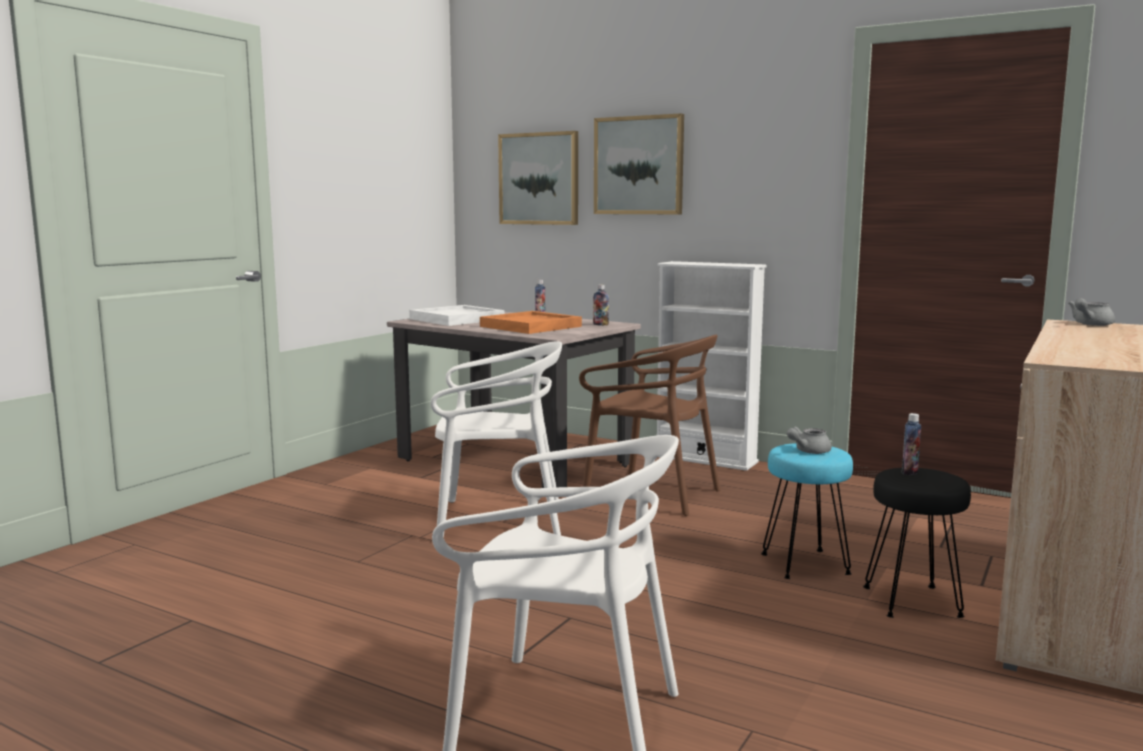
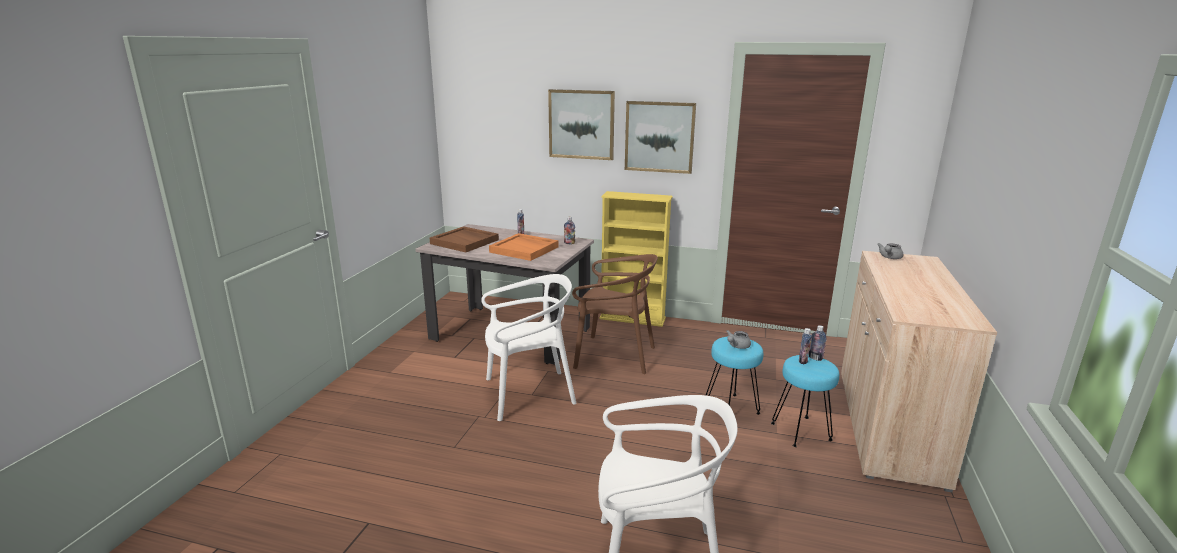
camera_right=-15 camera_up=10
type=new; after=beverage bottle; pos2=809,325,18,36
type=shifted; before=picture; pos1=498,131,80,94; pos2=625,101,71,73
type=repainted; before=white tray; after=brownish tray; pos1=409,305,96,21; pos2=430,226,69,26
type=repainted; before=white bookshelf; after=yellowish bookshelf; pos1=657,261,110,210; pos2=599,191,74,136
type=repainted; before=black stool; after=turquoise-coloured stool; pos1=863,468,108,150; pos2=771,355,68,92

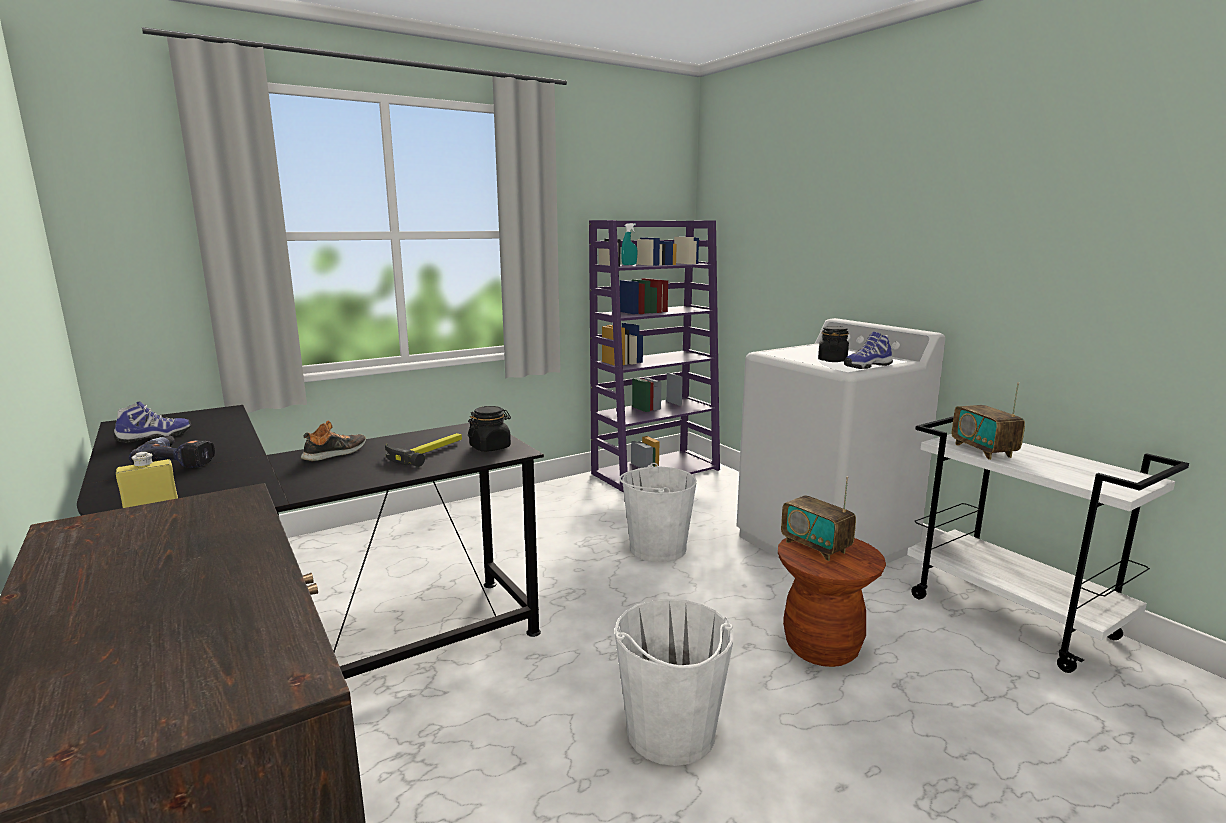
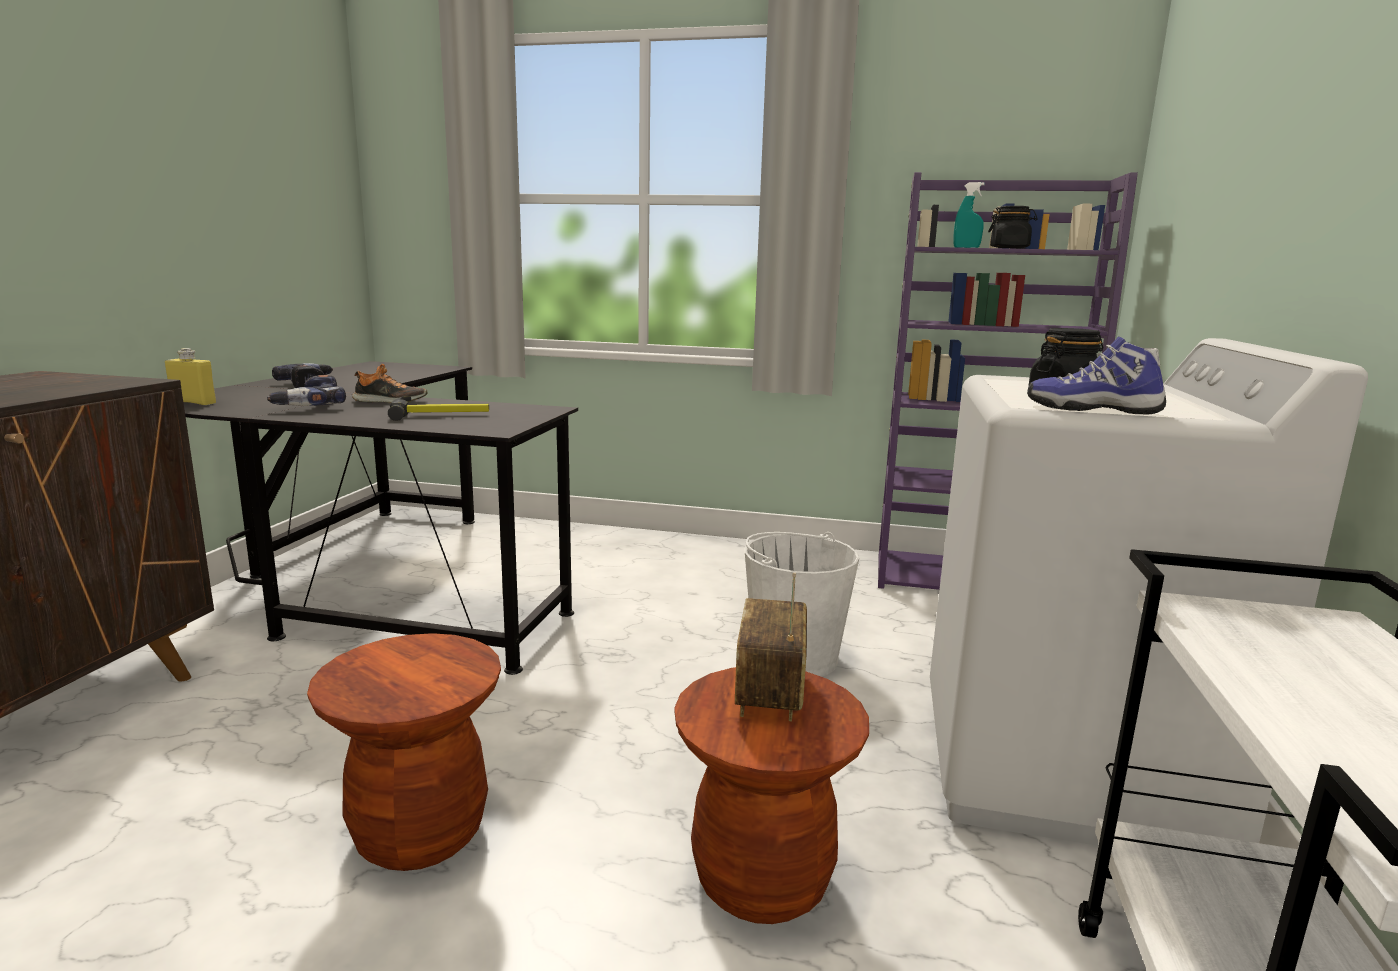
camera_right=45 camera_up=0
type=gone; before=low shoe; pos1=114,401,77,42
type=gone; before=radio receiver; pos1=952,382,73,78
type=new; after=power drill; pos2=267,375,79,31
type=shifted; before=black jar; pos1=468,406,43,46; pos2=988,206,50,43
type=swapped; before=white bucket; after=brownish stool; pos1=614,599,119,167; pos2=307,633,194,238

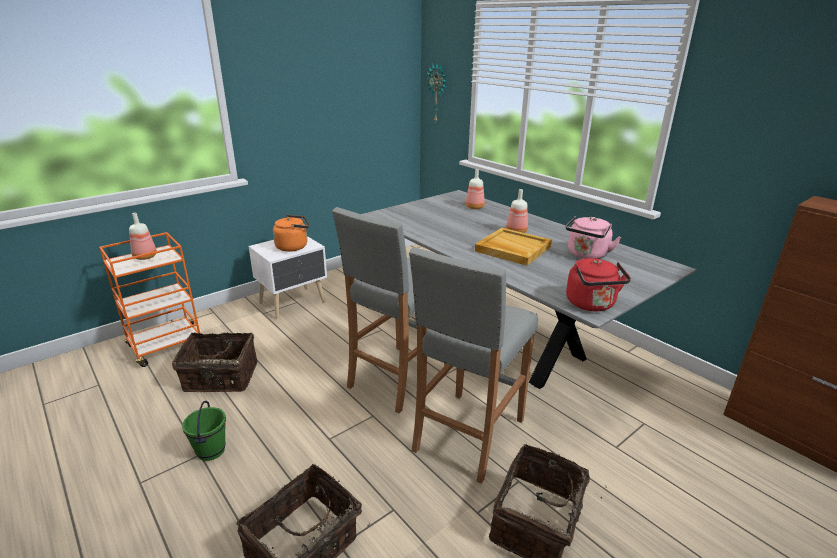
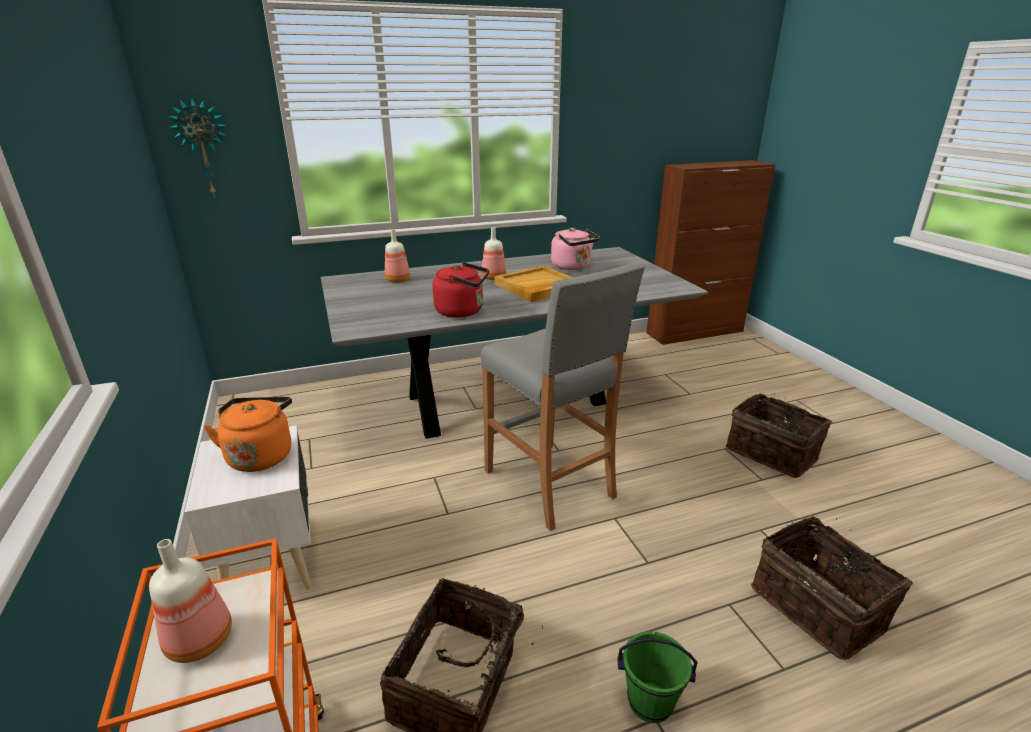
camera_right=-70 camera_up=0
type=gone; before=gray stool; pos1=409,247,129,237
type=shifted; before=red water kettle; pos1=566,258,65,53; pos2=433,262,56,56

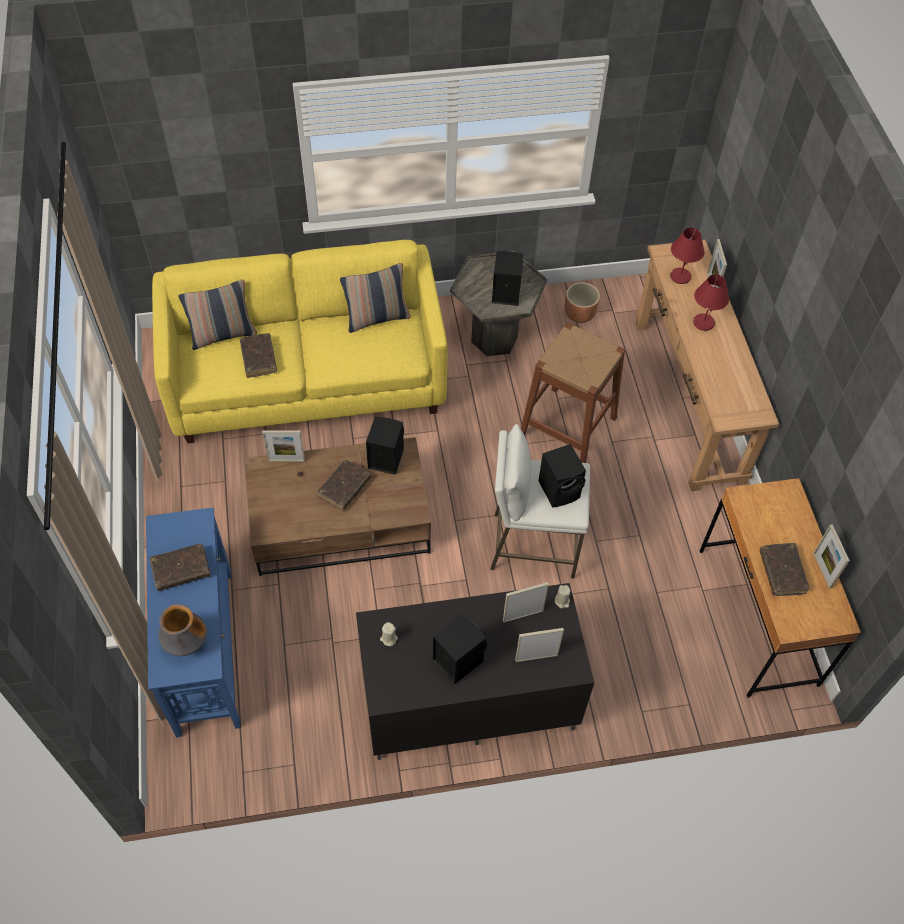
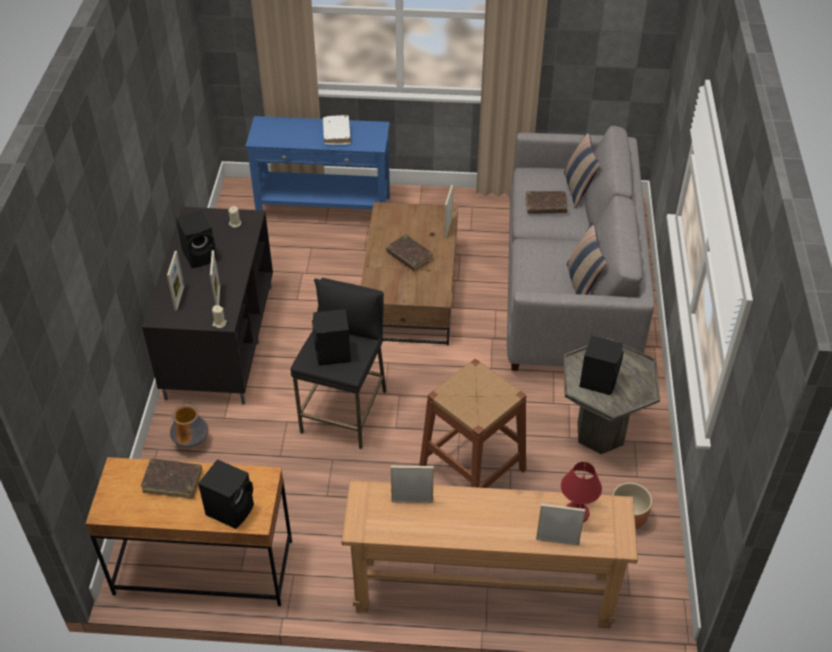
camera_right=105 camera_up=-10
type=gone; before=red lamp for a table; pos1=693,274,36,57
type=shifted; before=vase; pos1=159,604,48,52; pos2=170,404,38,43
type=shifted; before=black loudspeaker; pos1=366,416,38,59; pos2=198,459,56,70
type=shifted; before=photo frame; pos1=813,524,37,65; pos2=391,466,43,37
type=repainted; before=brownish volume; after=white volume; pos1=150,543,60,48; pos2=323,115,28,30
type=repainted; before=yellowish sofa; after=gray sofa; pos1=152,240,295,203; pos2=507,126,147,245
type=repainted; before=white stool; after=black stool; pos1=491,424,99,155; pos2=291,278,95,171

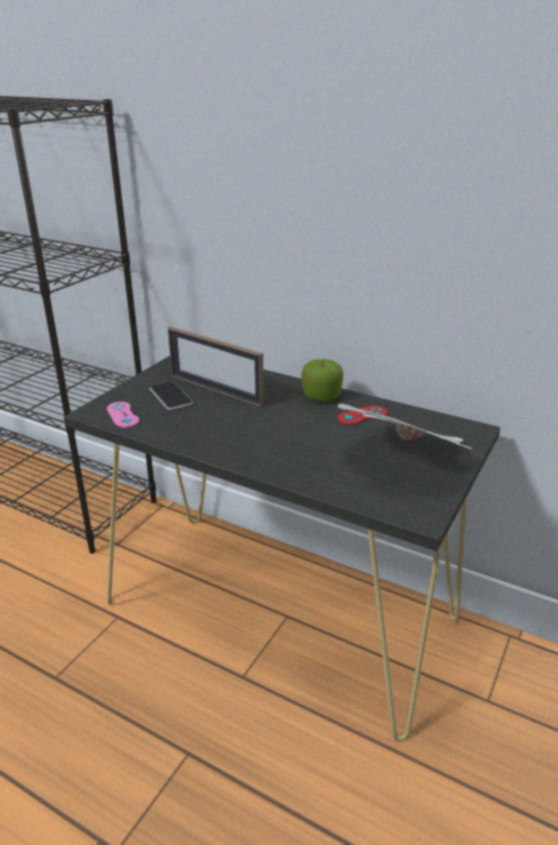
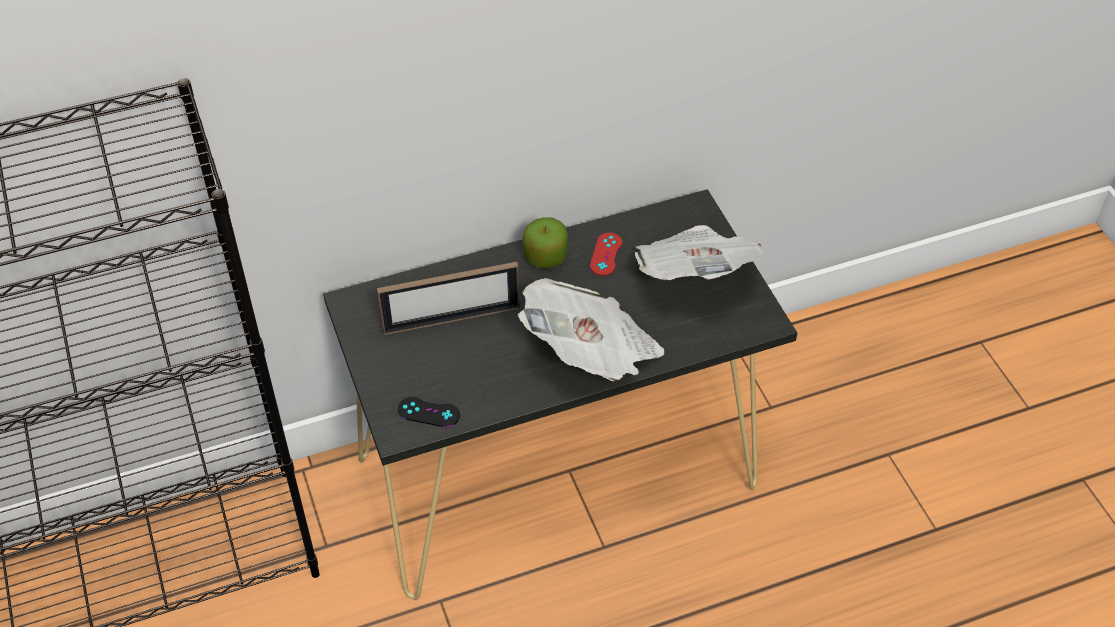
camera_right=-50 camera_up=20
type=gone; before=telephone; pos1=149,381,44,29
type=new; after=newspaper; pos2=518,278,146,103
type=repainted; before=pink game controller; after=black game controller; pos1=107,402,32,26; pos2=398,397,62,30

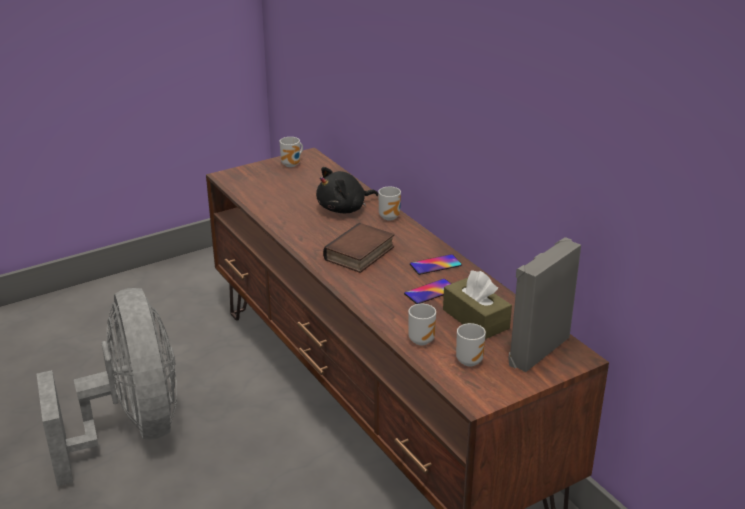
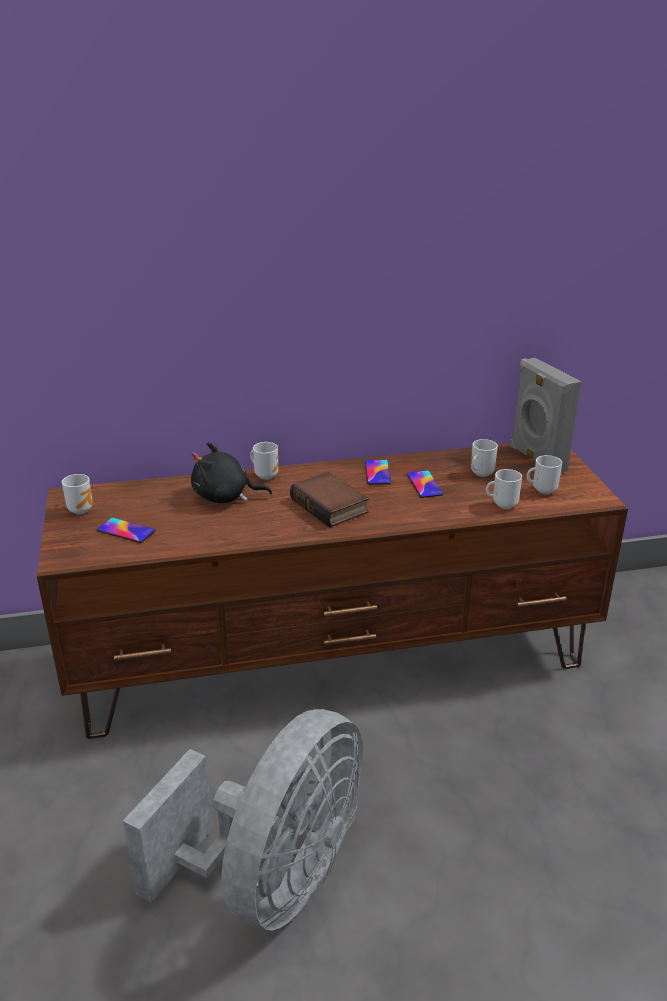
camera_right=-70 camera_up=0
type=new; after=telephone; pos2=97,518,59,25
type=swapped; before=brownish tissue holder; after=mug; pos1=443,270,69,69; pos2=471,439,27,38
type=rotated; before=gray electric fan; pos1=37,288,140,198; pos2=123,709,240,221; turn=120
type=rotated; before=black cuddly toy; pos1=316,167,62,46; pos2=191,442,81,61; turn=105

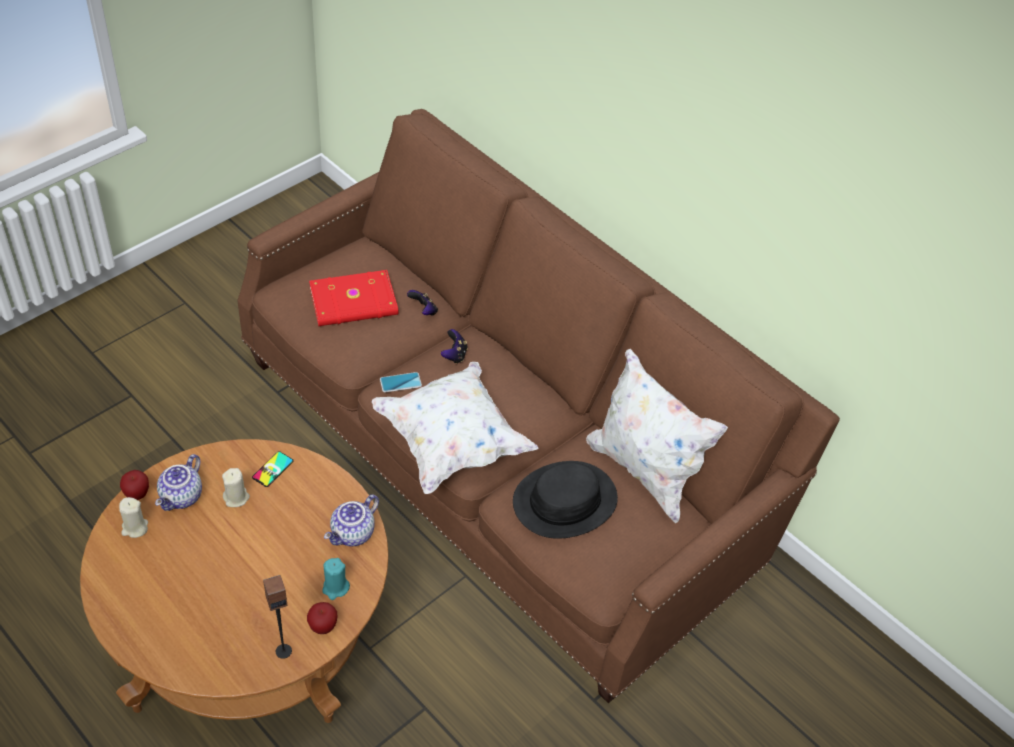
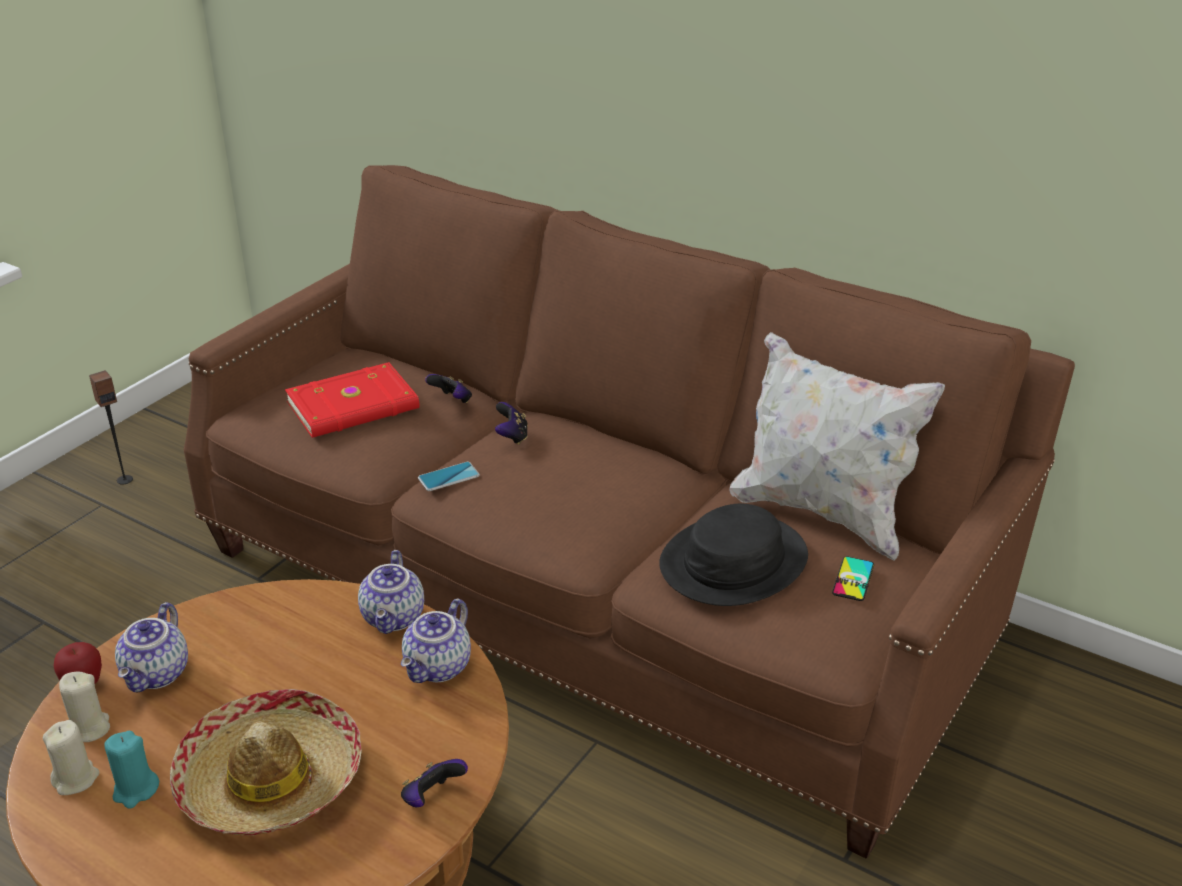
camera_right=-10 camera_up=-15
type=gone; before=white throw pillow; pos1=371,362,168,132
type=new; after=wearable hat; pos2=170,689,192,147
type=new; after=teapot; pos2=358,550,66,84
type=shifted; before=beige-coloured wax candle; pos1=222,468,28,39; pos2=43,720,56,75
type=shifted; before=telephone; pos1=252,451,42,36; pos2=832,556,42,45
type=shifted; before=loudspeaker; pos1=263,575,29,84; pos2=89,370,44,115
type=shifted; before=turquoise-coloured wax candle; pos1=322,558,28,42; pos2=105,731,54,78
type=swapped; before=whole apple; after=game controller; pos1=307,602,30,32; pos2=401,759,67,49

